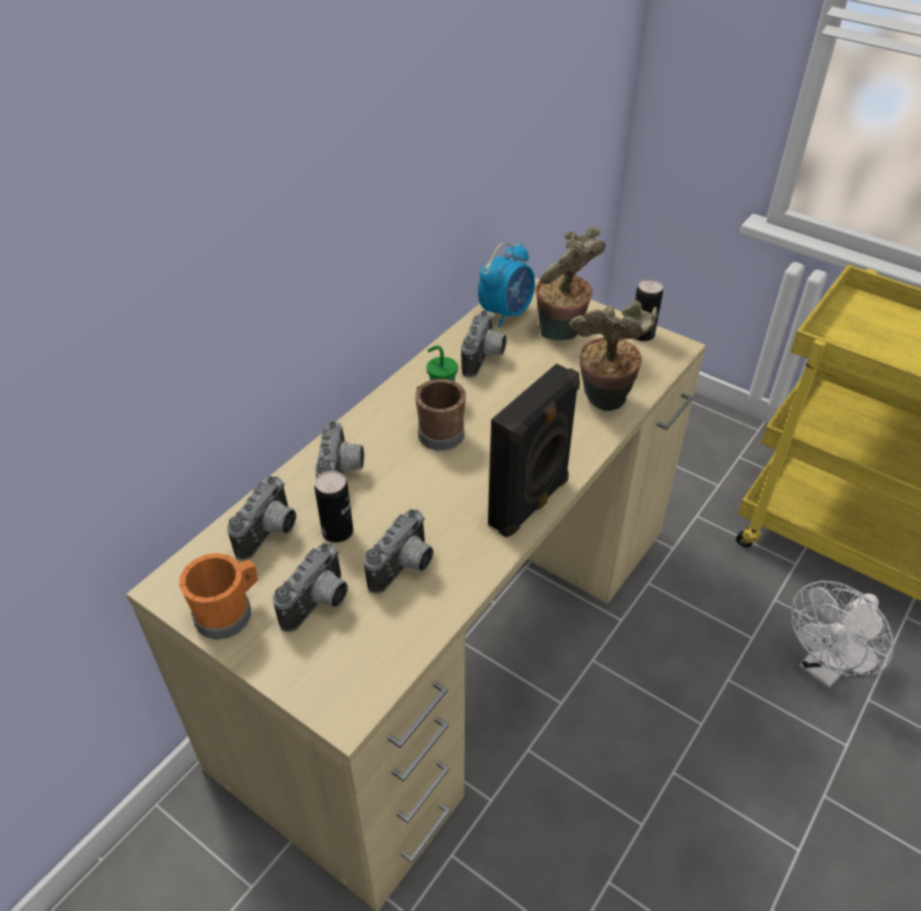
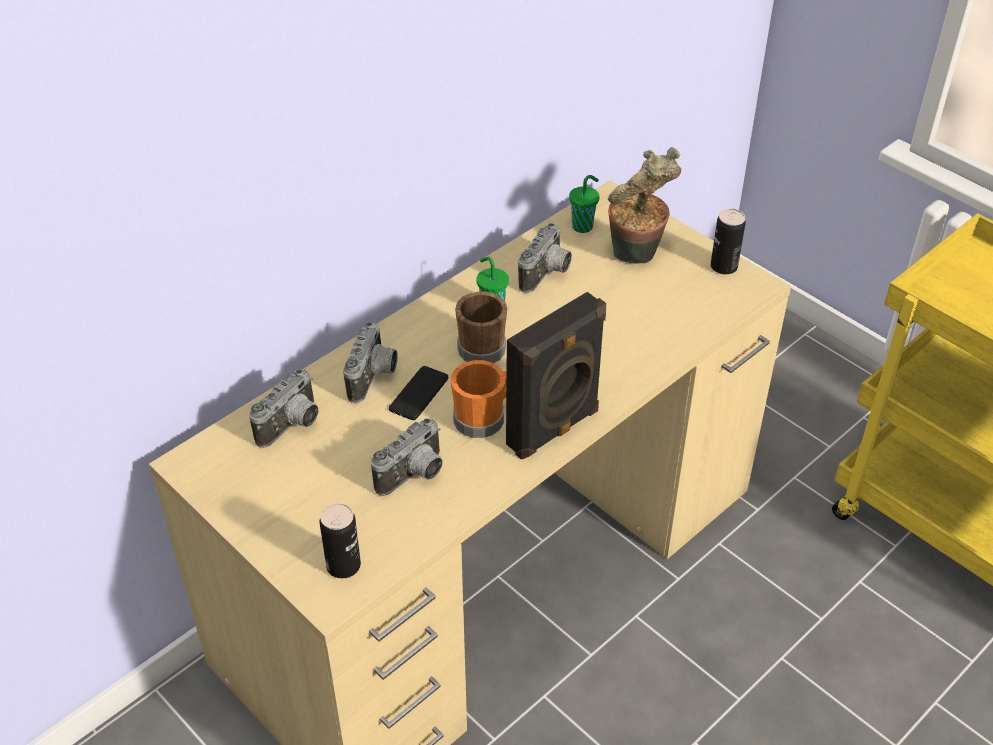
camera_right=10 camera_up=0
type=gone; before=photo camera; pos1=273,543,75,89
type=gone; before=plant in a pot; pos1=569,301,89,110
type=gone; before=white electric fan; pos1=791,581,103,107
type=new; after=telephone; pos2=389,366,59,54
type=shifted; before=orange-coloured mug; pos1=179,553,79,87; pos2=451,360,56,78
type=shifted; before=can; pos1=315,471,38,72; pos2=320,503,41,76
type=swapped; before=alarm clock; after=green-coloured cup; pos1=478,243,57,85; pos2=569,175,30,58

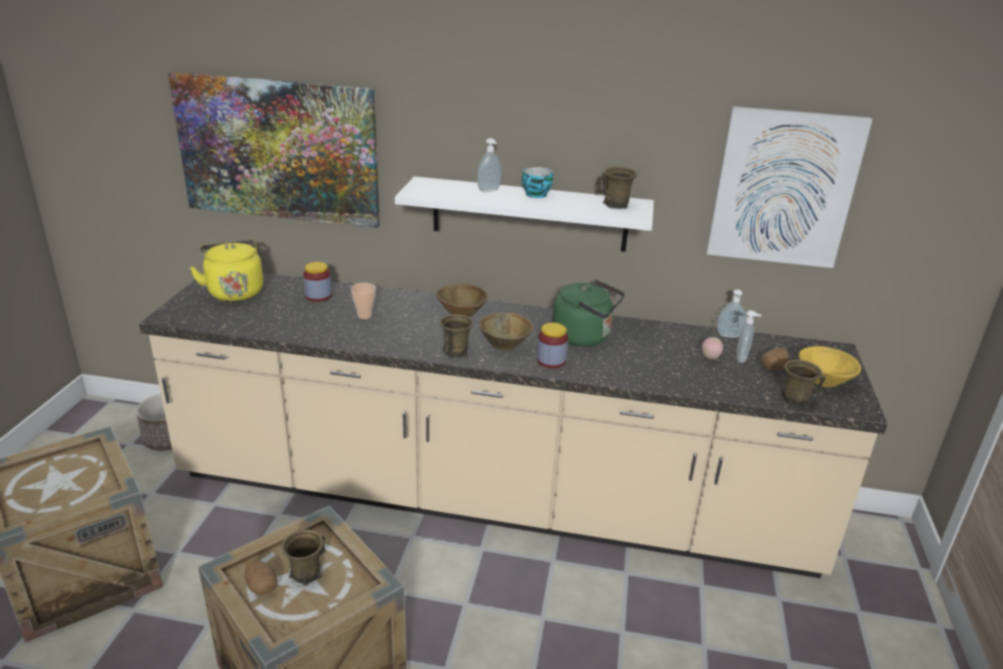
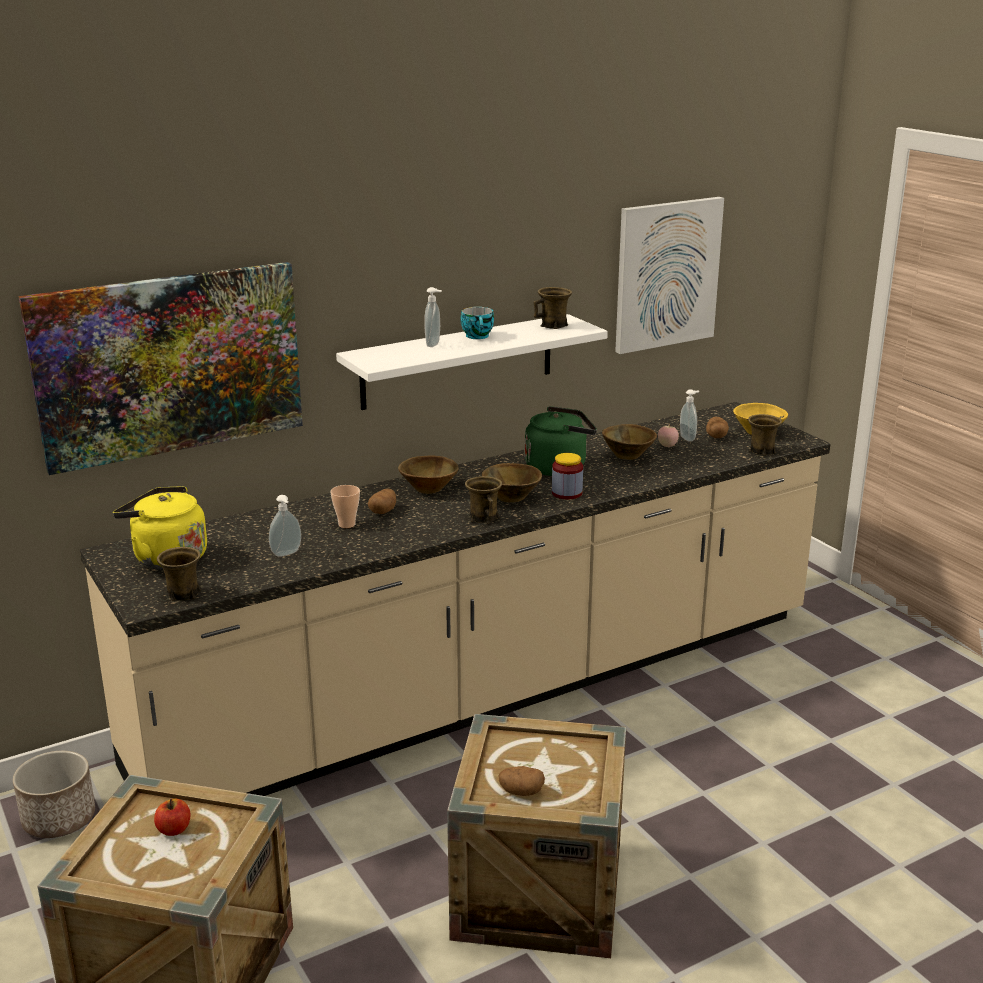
camera_right=-40 camera_up=-5
type=gone; before=jar; pos1=303,262,29,40
type=new; after=whole apple; pos2=154,799,37,37
type=new; after=spud; pos2=368,489,28,25
type=new; after=brownish serving bowl; pos2=602,424,55,36
type=shifted; before=brownish mug; pos1=281,529,44,57; pos2=157,547,44,54
type=shifted; before=soap dispenser; pos1=717,289,29,49; pos2=269,495,32,62

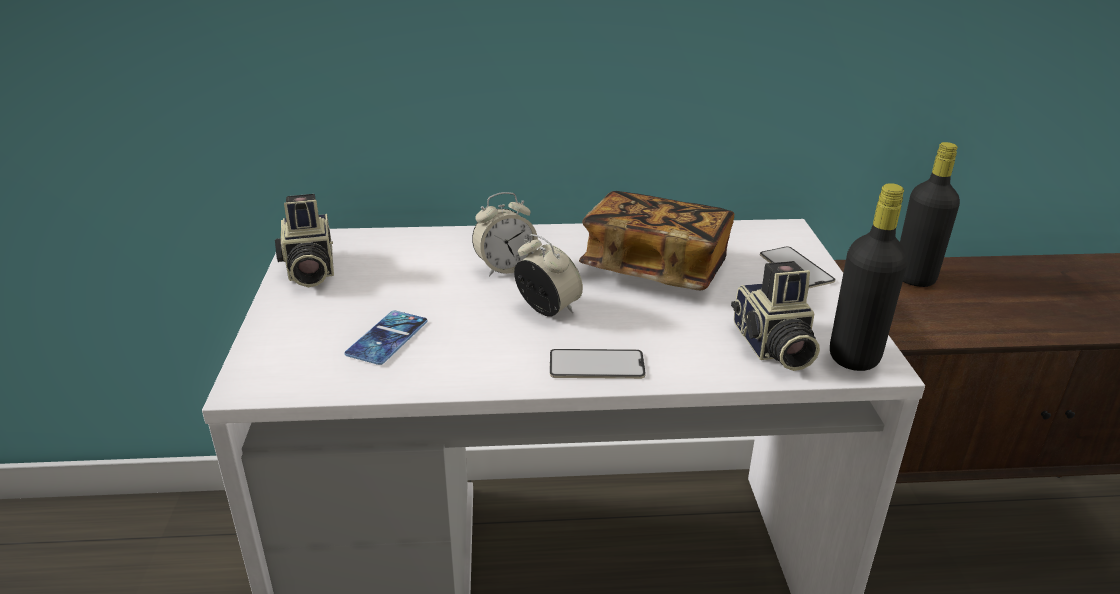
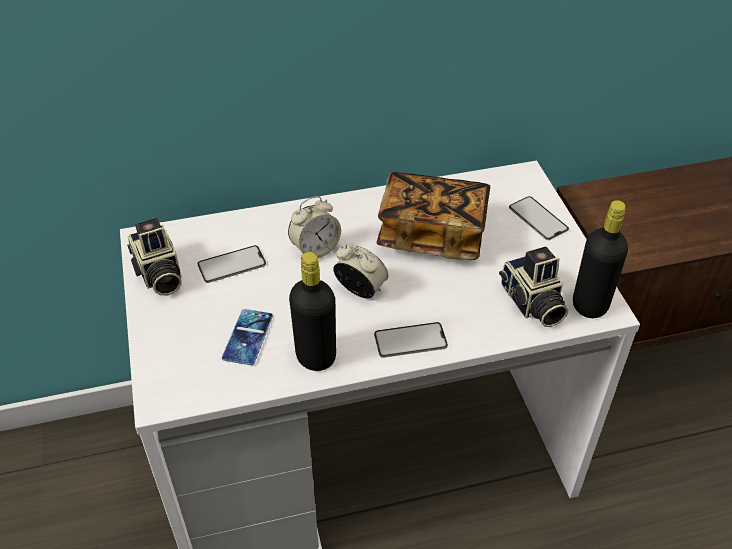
camera_right=-10 camera_up=15
type=new; after=telephone; pos2=198,245,68,38
type=shifted; before=black beverage bottle; pos1=900,142,60,145; pos2=289,252,47,119

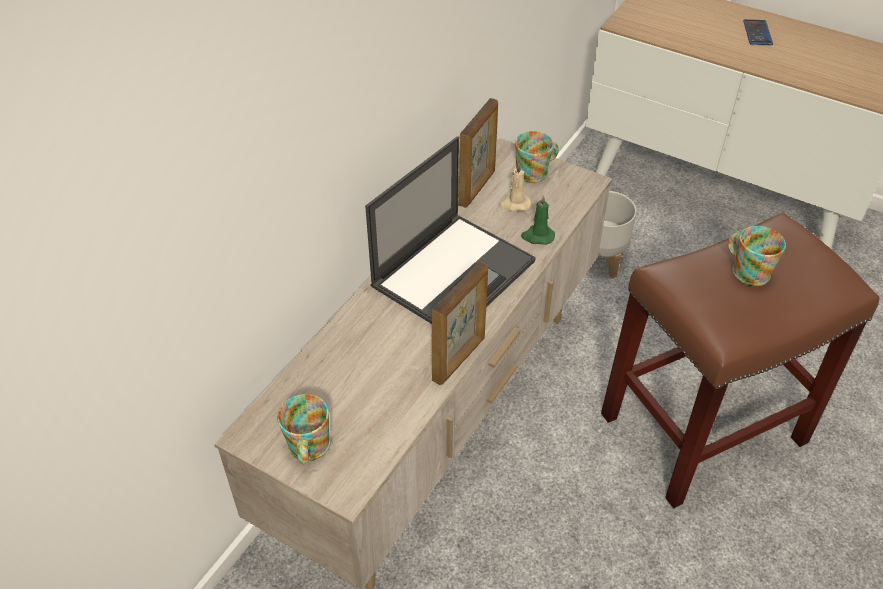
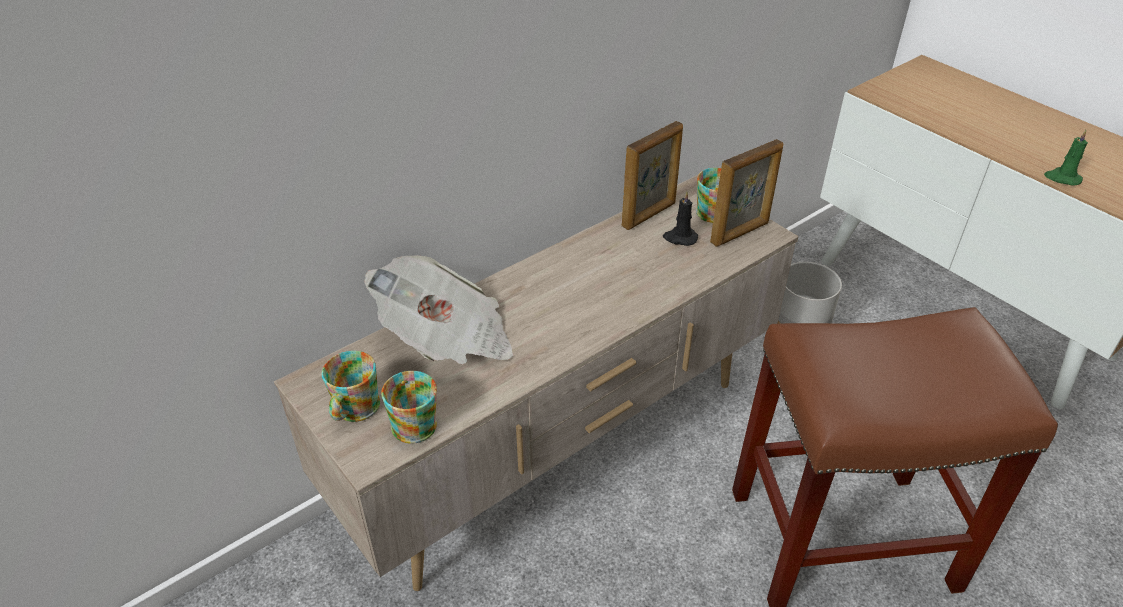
camera_right=20 camera_up=-5
type=gone; before=laptop; pos1=365,137,171,187
type=gone; before=telephone; pos1=743,19,30,26
type=new; after=newspaper; pos2=364,255,150,110
type=shifted; before=photo frame; pos1=432,262,56,123; pos2=710,139,73,108
type=shifted; before=green-coloured wax candle; pos1=521,195,34,50; pos2=1044,130,44,56
type=shifted; before=mug; pos1=727,226,59,60; pos2=381,371,56,73
type=repainted; before=beige-coloured wax candle; after=black wax candle; pos1=499,163,32,49; pos2=663,192,35,54

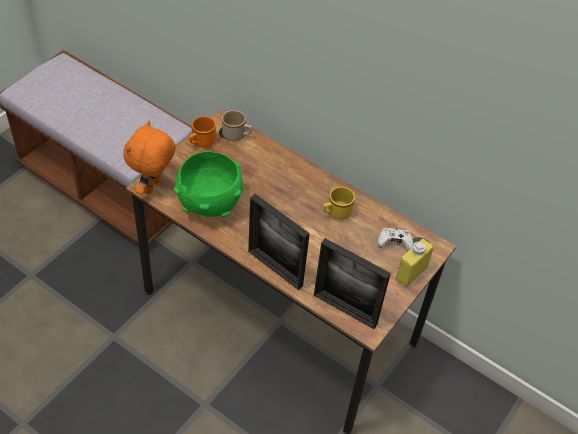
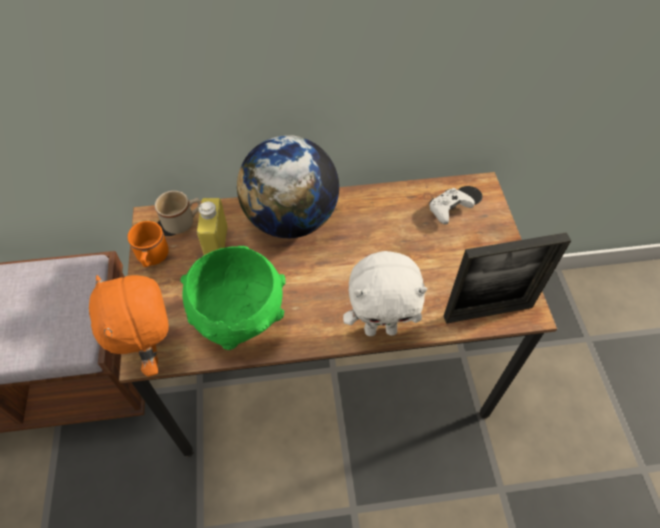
camera_right=-40 camera_up=5
type=gone; before=yellowish mug; pos1=323,187,32,33
type=new; after=world globe; pos2=237,135,102,103
type=shifted; before=yellowish beverage bottle; pos1=396,239,38,48; pos2=197,198,31,57
type=swapped; before=photo frame; after=white cuddly toy; pos1=248,194,62,96; pos2=343,251,85,85

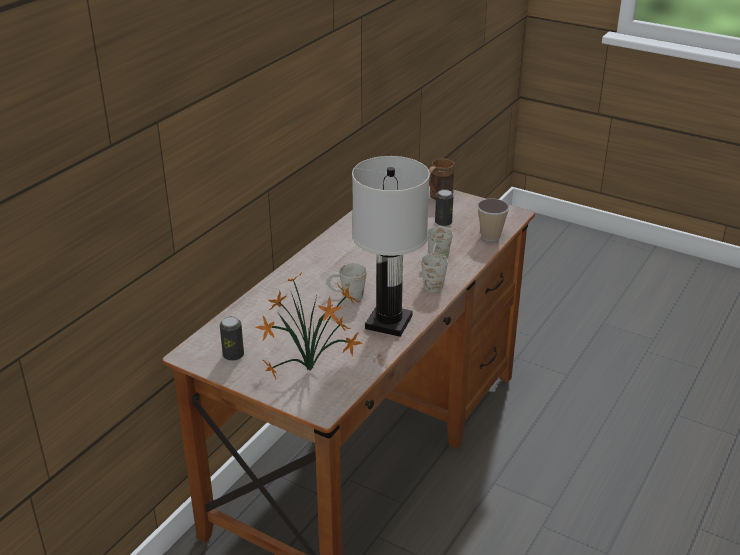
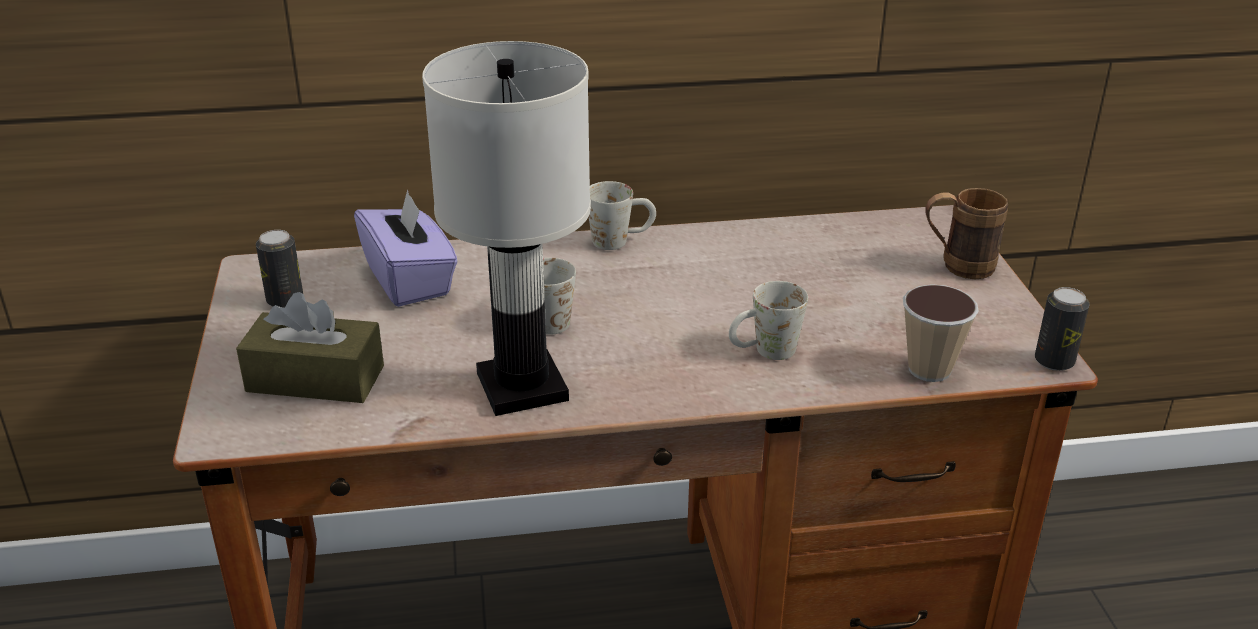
camera_right=50 camera_up=0
type=new; after=purplish tissue holder; pos2=354,189,104,118
type=shifted; before=white mug; pos1=421,253,27,39; pos2=588,181,68,69
type=shifted; before=can; pos1=435,189,19,37; pos2=1035,287,55,84
type=swapped; before=plant in a pot; after=brownish tissue holder; pos1=256,273,107,108; pos2=236,292,148,111

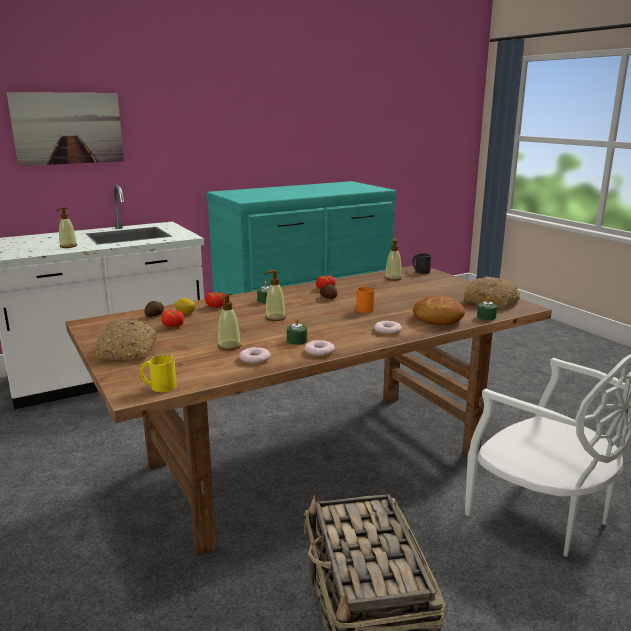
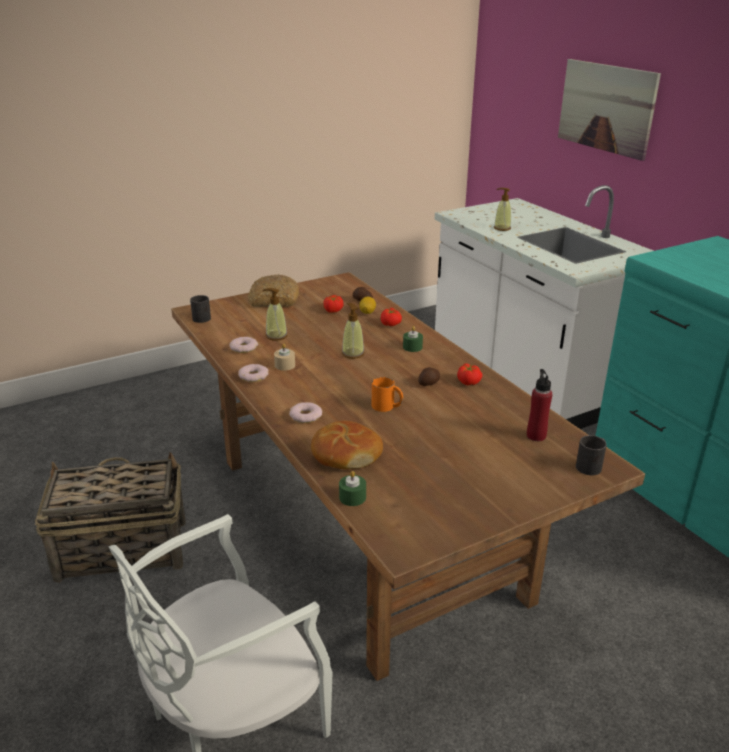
camera_right=90 camera_up=10
type=gone; before=baked bread; pos1=463,276,57,32
type=swapped; before=soap dispenser; after=red beverage bottle; pos1=385,238,17,43; pos2=527,369,26,72
type=repainted; before=yellowish mug; after=black mug; pos1=140,355,36,37; pos2=190,295,21,28
type=repainted; before=green-coloured wax candle; after=beige-coloured wax candle; pos1=287,318,20,27; pos2=274,344,21,27

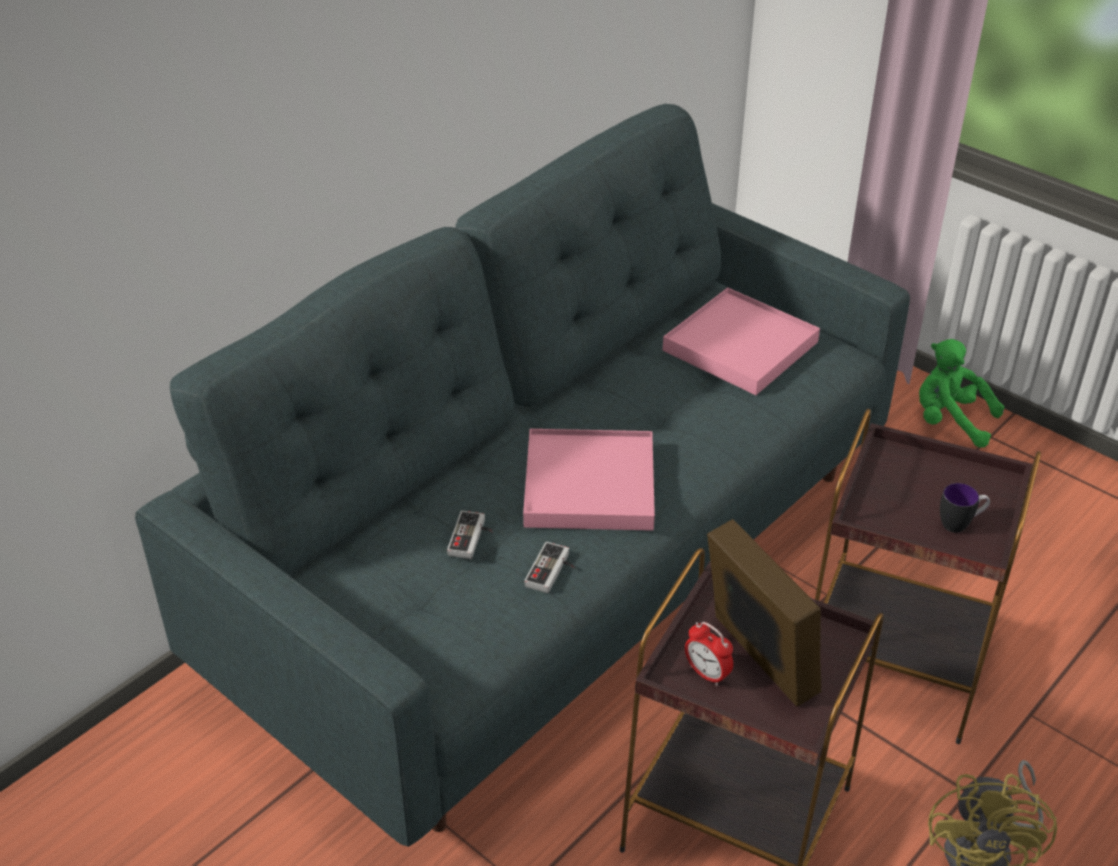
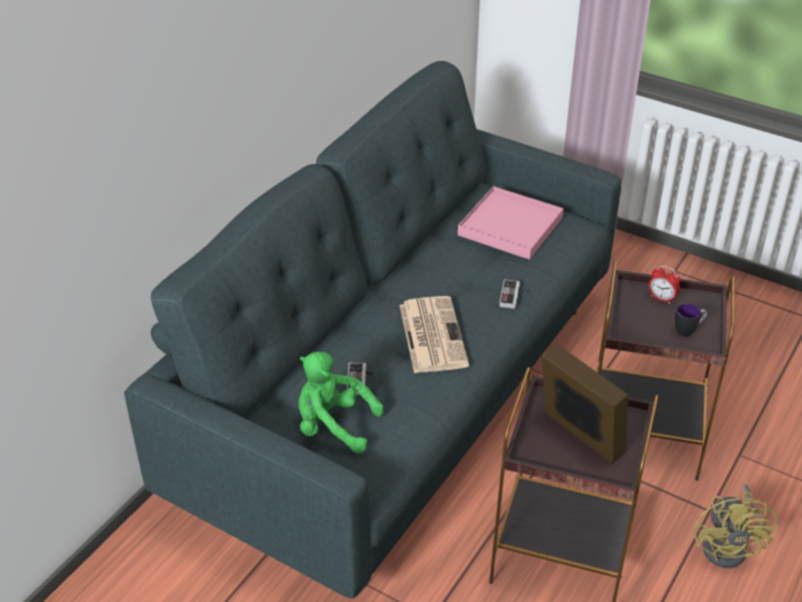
camera_right=-10 camera_up=0
type=shifted; before=game controller; pos1=524,542,50,51; pos2=499,279,27,30
type=shifted; before=alarm clock; pos1=685,622,48,64; pos2=648,265,33,39
type=shifted; before=green-coloured cuddly toy; pos1=919,339,85,108; pos2=299,352,85,102
type=swapped; before=pink tray; after=newspaper; pos1=523,429,132,102; pos2=399,296,70,77

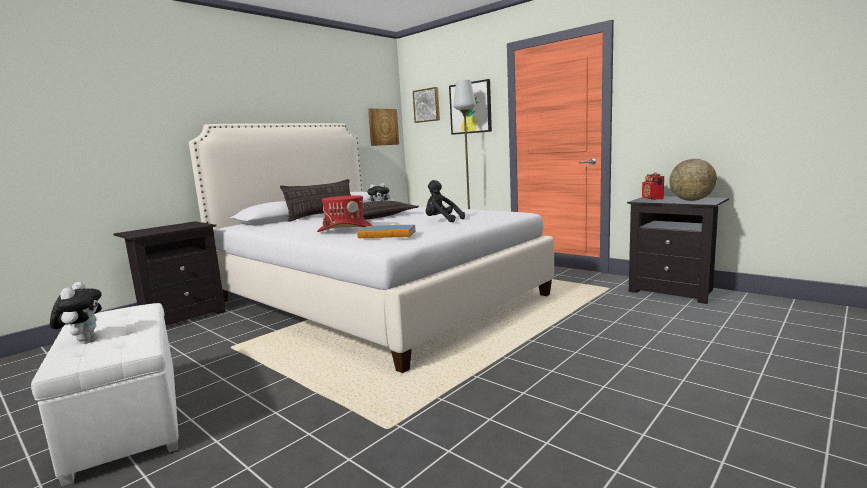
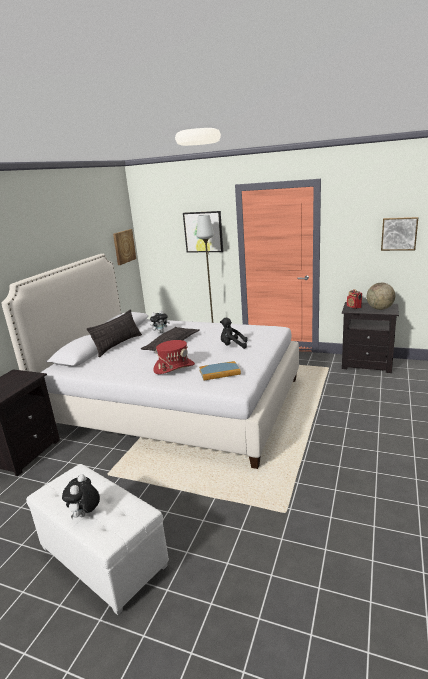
camera_right=-20 camera_up=10
type=shifted; before=picture; pos1=413,87,27,36; pos2=381,217,37,34
type=rotated; before=cuddly toy; pos1=50,282,52,59; pos2=62,474,38,45; turn=-135

